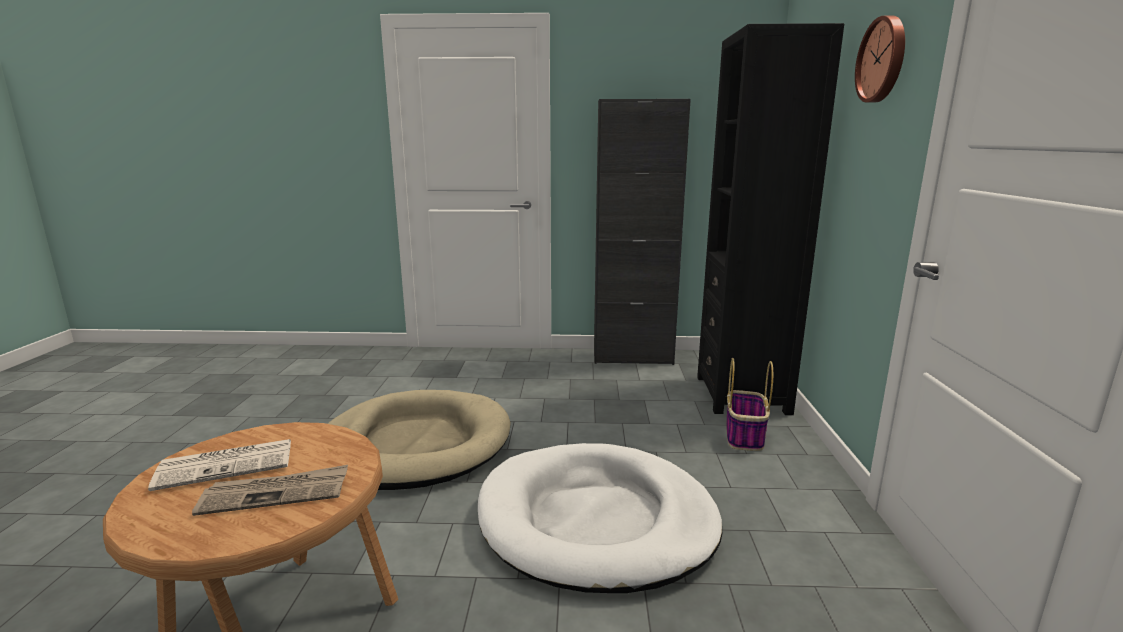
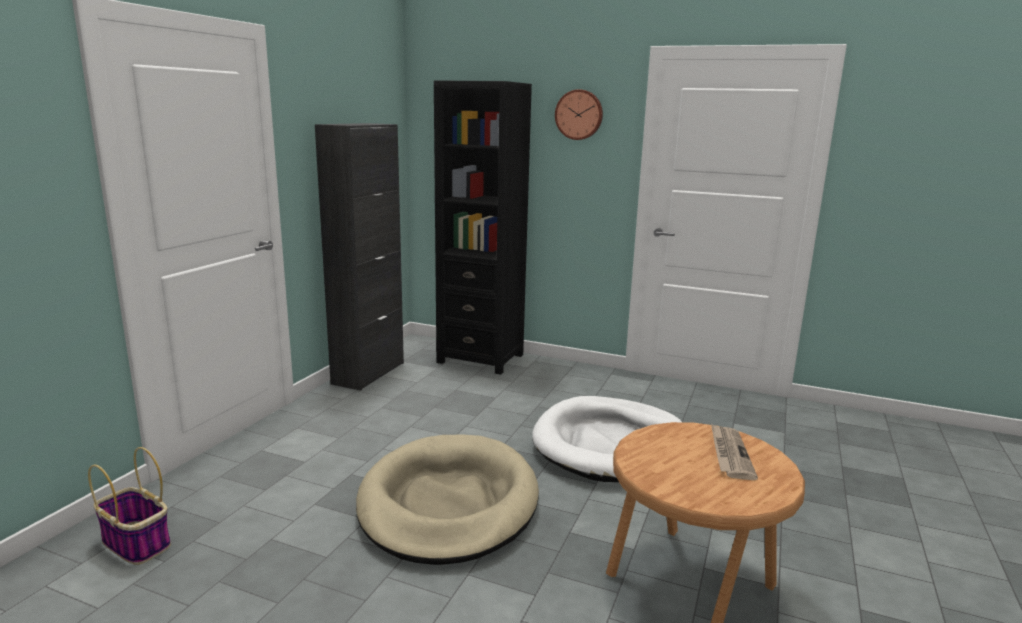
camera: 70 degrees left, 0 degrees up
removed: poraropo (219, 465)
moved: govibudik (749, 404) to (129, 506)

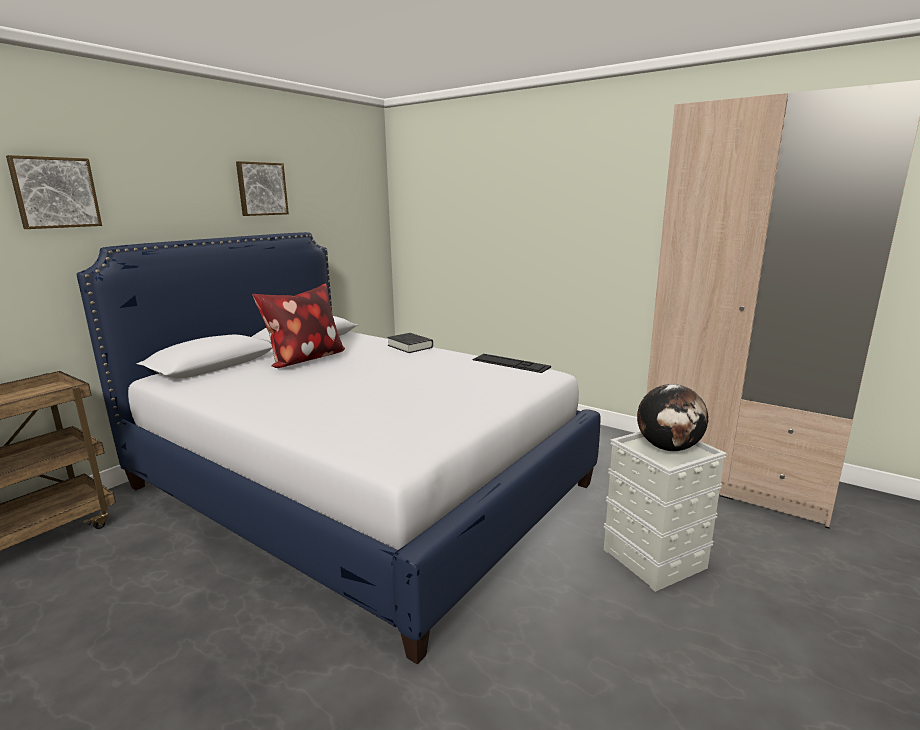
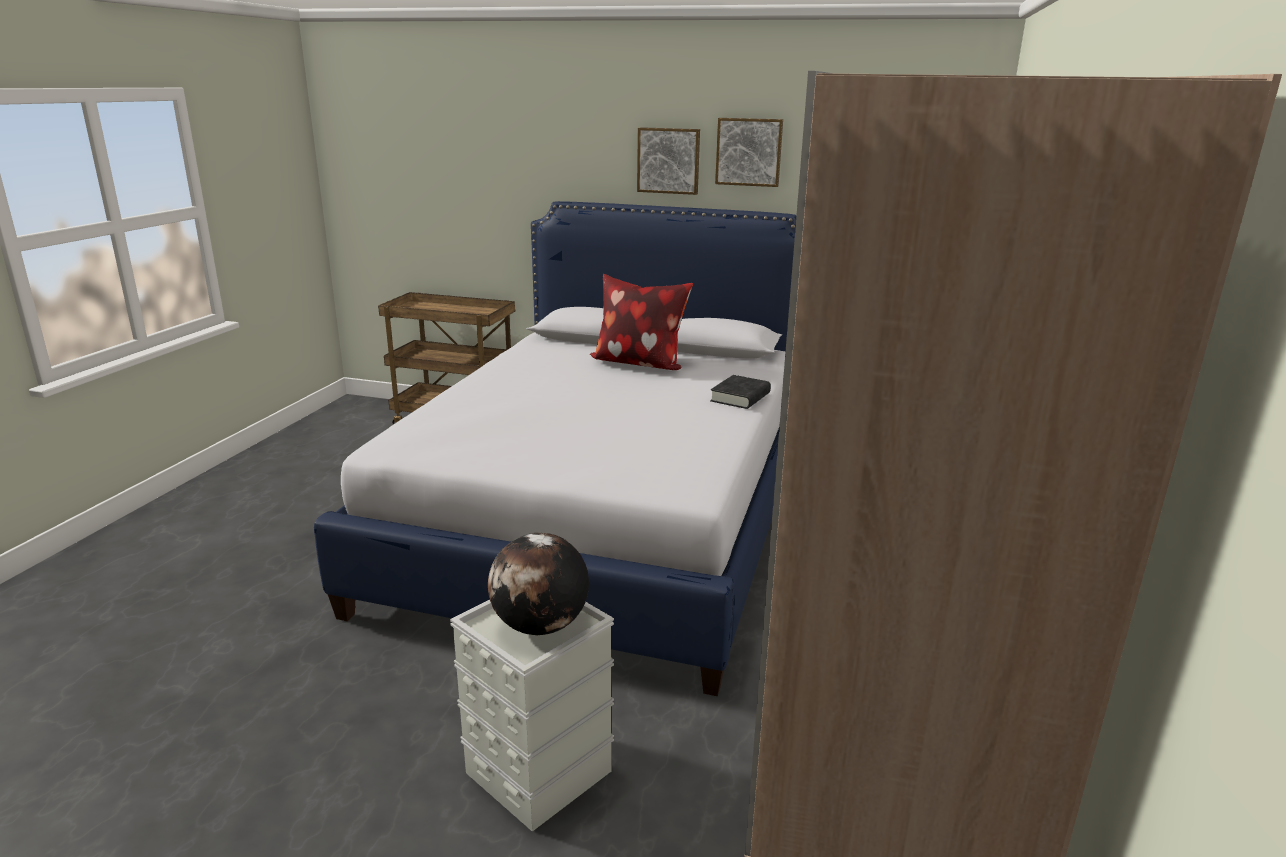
camera: 70 degrees right, 5 degrees up
removed: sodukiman (511, 363)
moved: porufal (54, 192) to (668, 161)

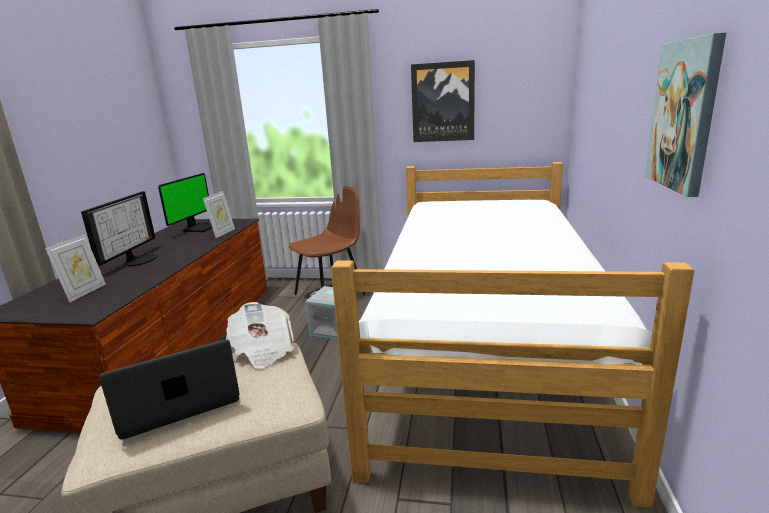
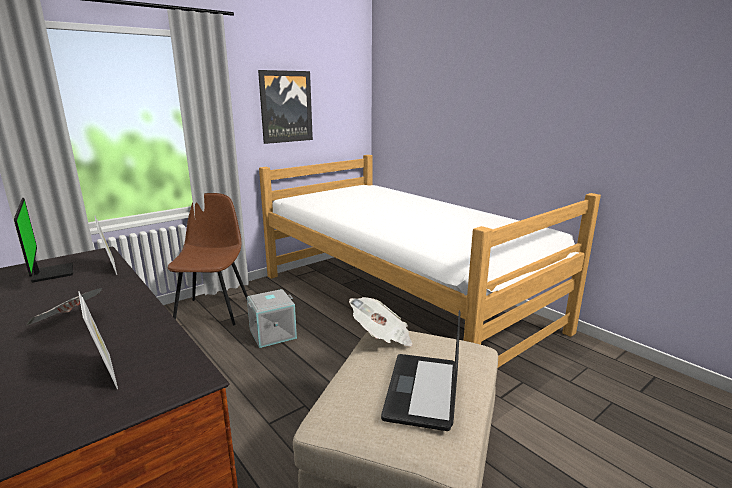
camera: 50 degrees left, 0 degrees up
removed: porufal (685, 114)
replaced: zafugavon (119, 228) to poraropo (64, 307)

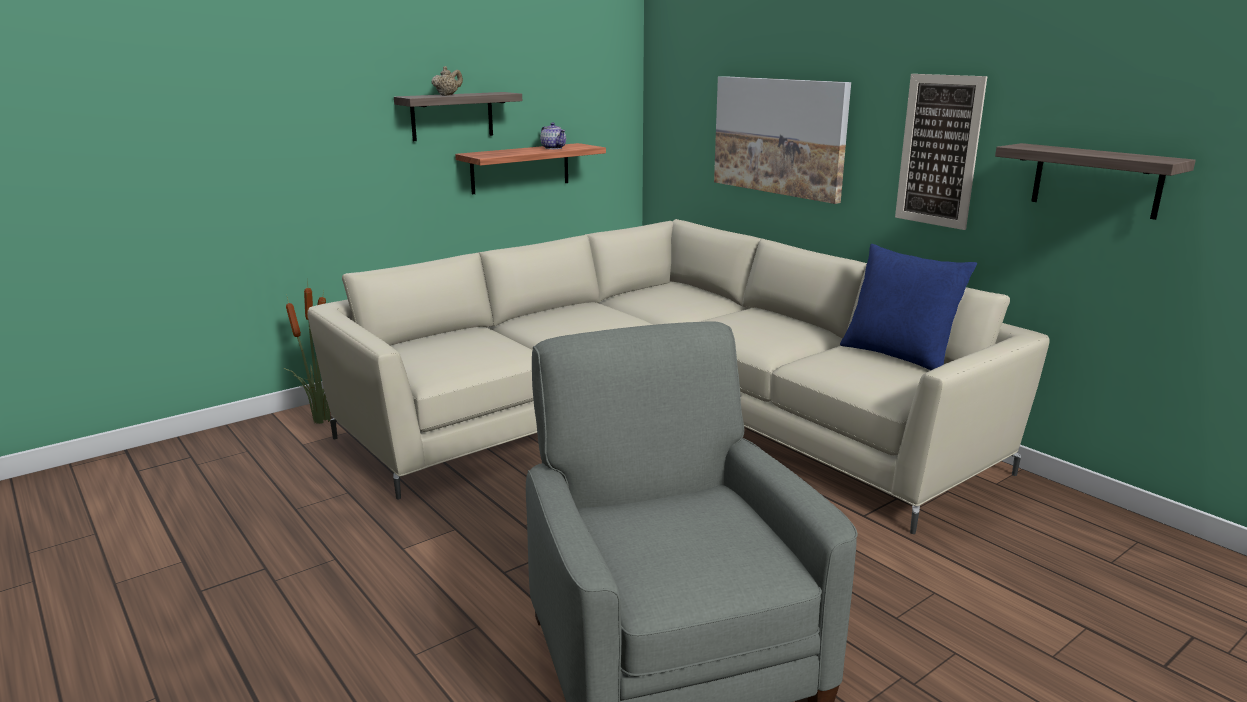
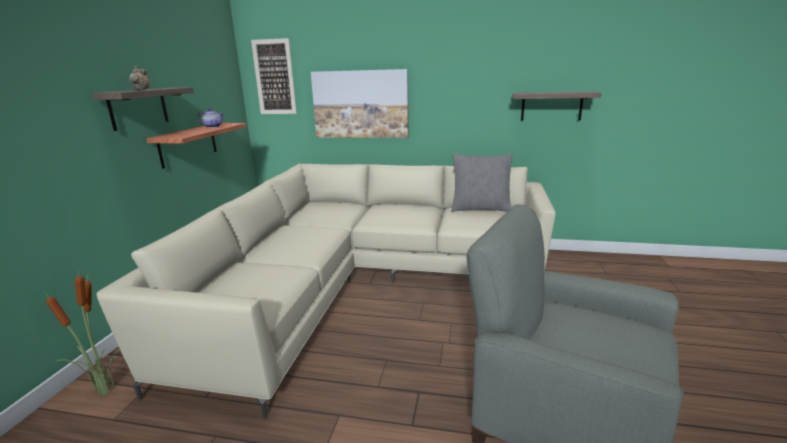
camera: 40 degrees left, 0 degrees up
moved: porufal (941, 152) to (274, 76)
recoloured: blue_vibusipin (908, 307) to grey_vibusipin (482, 182)

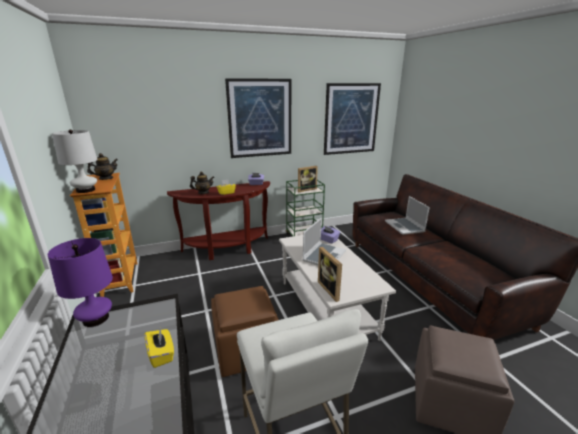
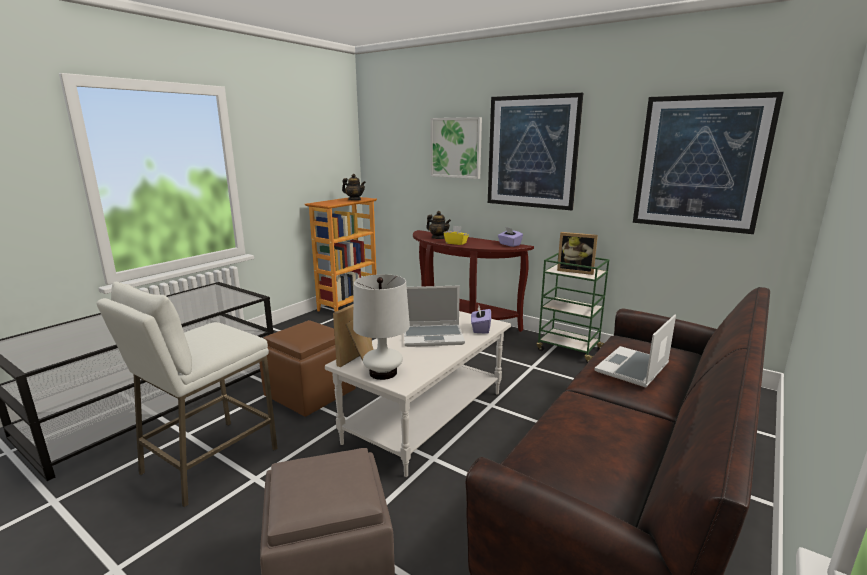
camera: 55 degrees right, 5 degrees down
removed: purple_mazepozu (80, 282); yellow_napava (159, 347)
added: porufal (456, 148)
moved: white_mazepozu (74, 161) to (381, 327)

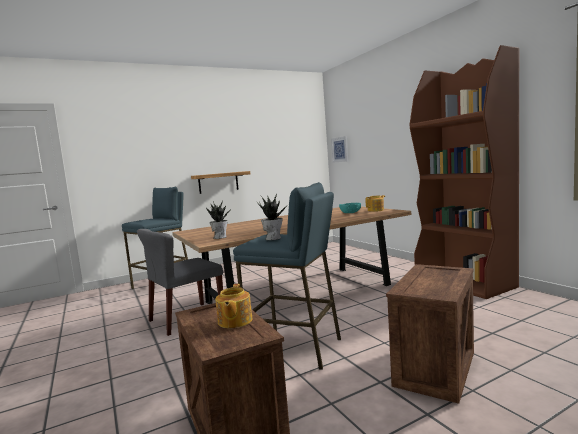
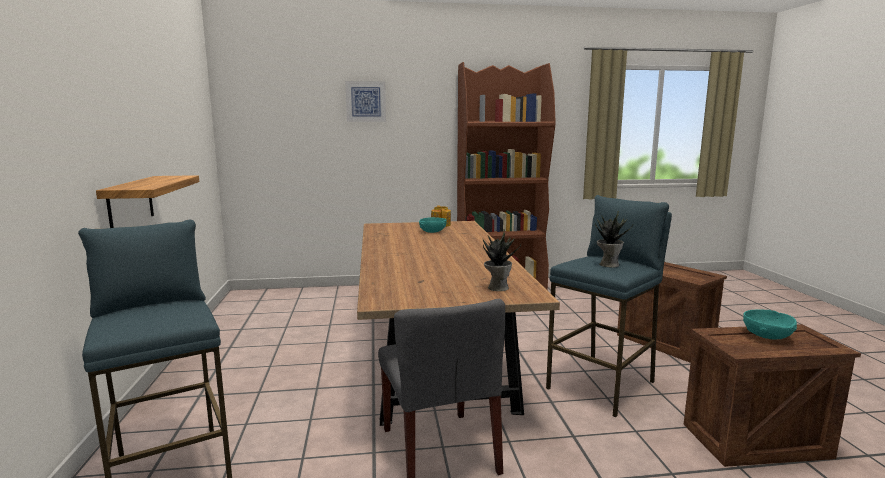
camera: 70 degrees left, 5 degrees up
moved: porufal (339, 149) to (365, 101)
replaced: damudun (234, 306) to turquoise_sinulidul (770, 324)

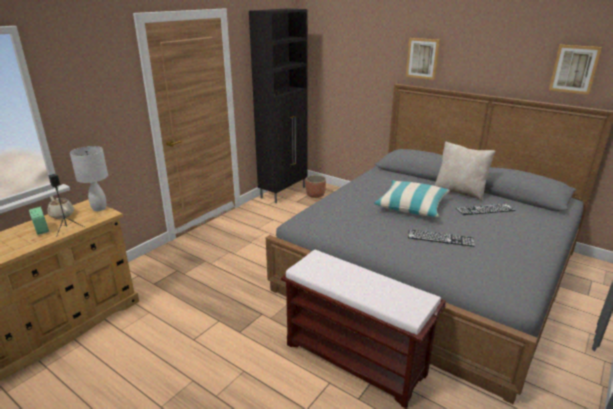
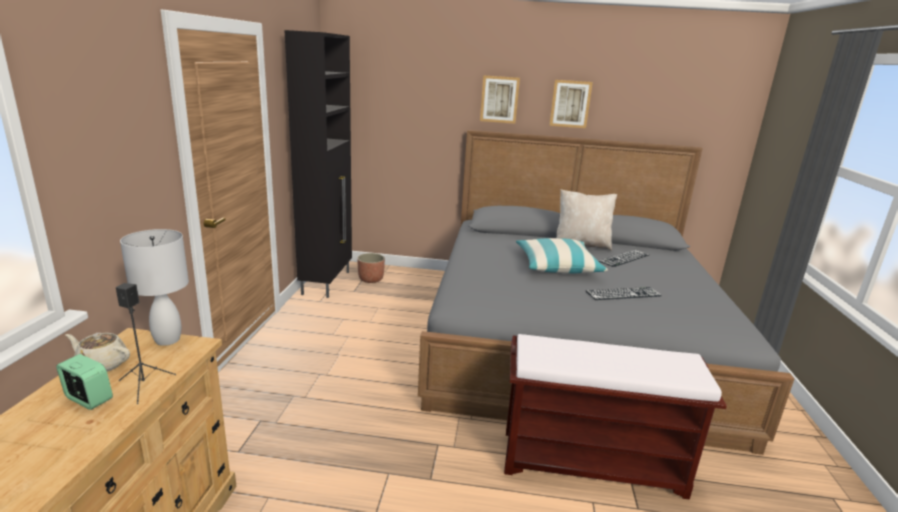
camera: 30 degrees left, 5 degrees down
moved: porufal (575, 70) to (571, 104)

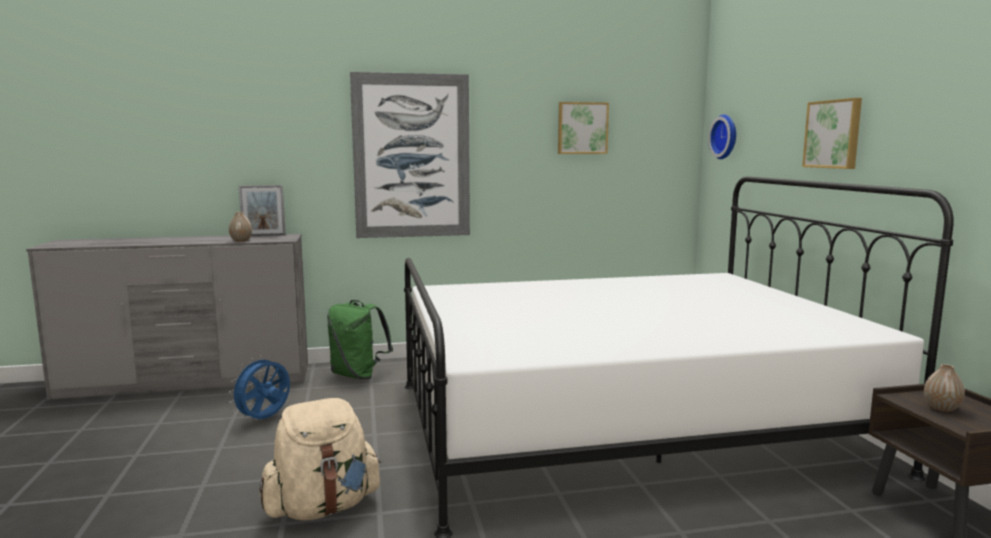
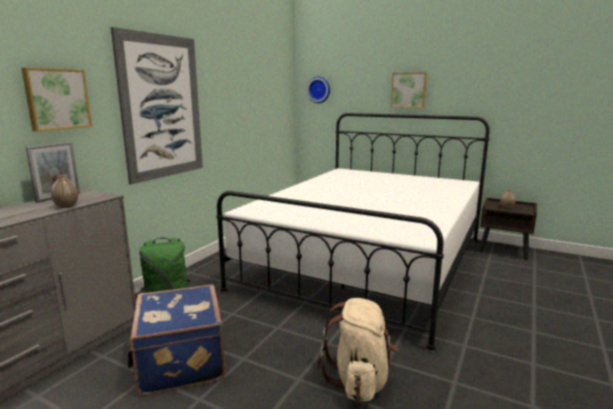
camera: 50 degrees left, 5 degrees up
moved: porufal (583, 128) to (56, 99)
replaced: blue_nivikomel (259, 387) to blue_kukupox (176, 339)

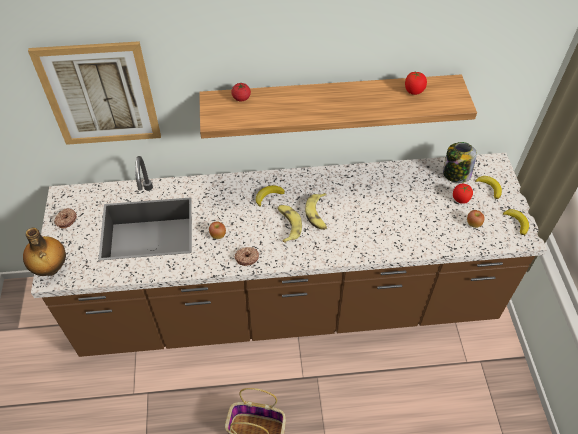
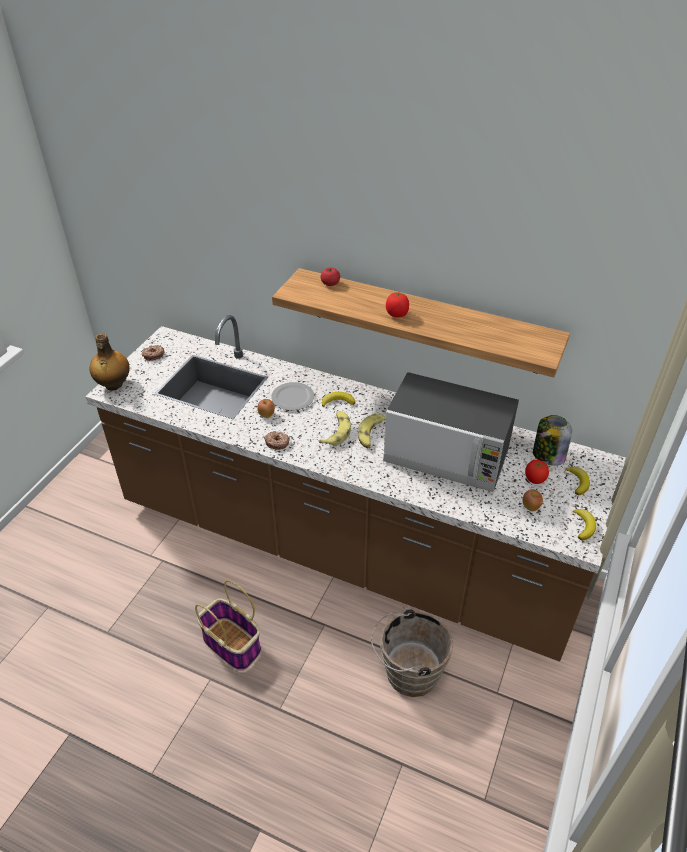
camera: 30 degrees right, 10 degrees down
removed: porufal (94, 93)
added: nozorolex (292, 396); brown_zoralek (412, 652); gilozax (451, 432)
moved: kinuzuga (416, 83) to (397, 304)

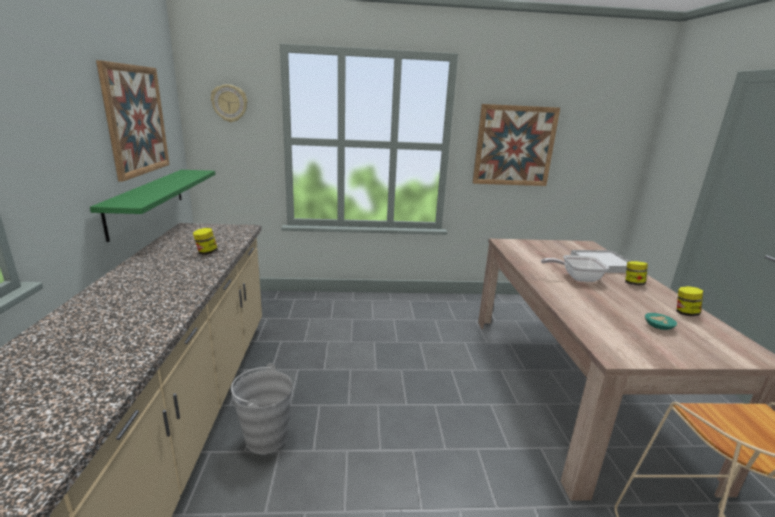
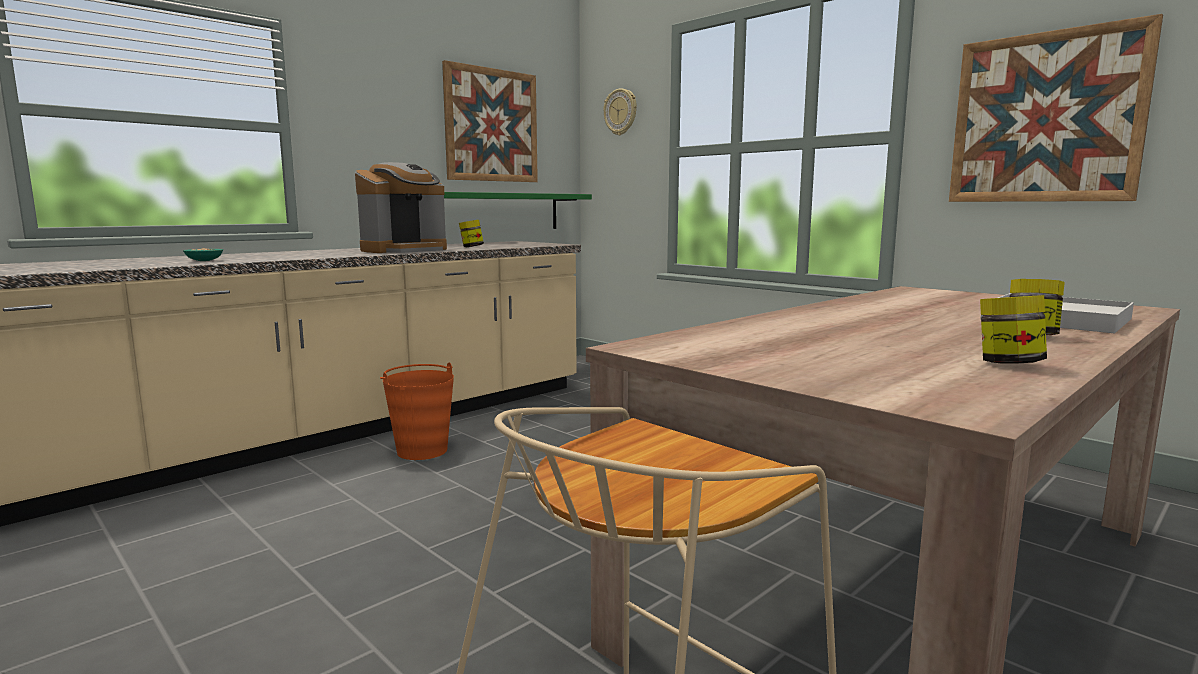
camera: 50 degrees right, 10 degrees down
removed: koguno (575, 268)
added: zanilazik (401, 207)
moved: turquoise_sinulidul (661, 321) to (203, 254)
recoloured: grey_zoralek (261, 408) to orange_zoralek (417, 411)

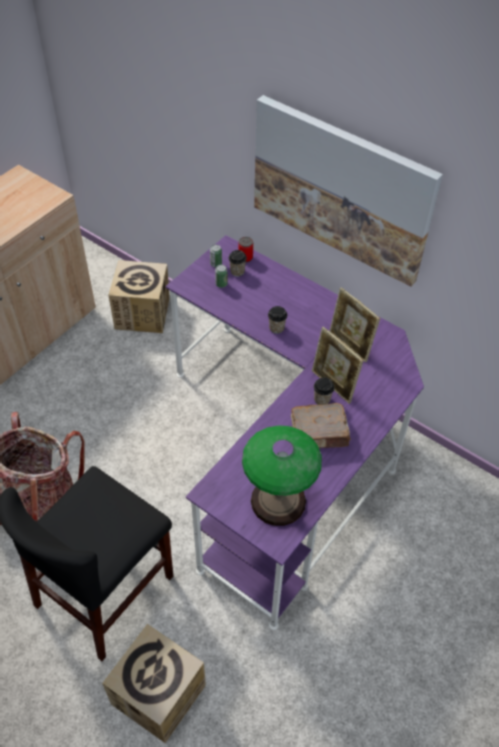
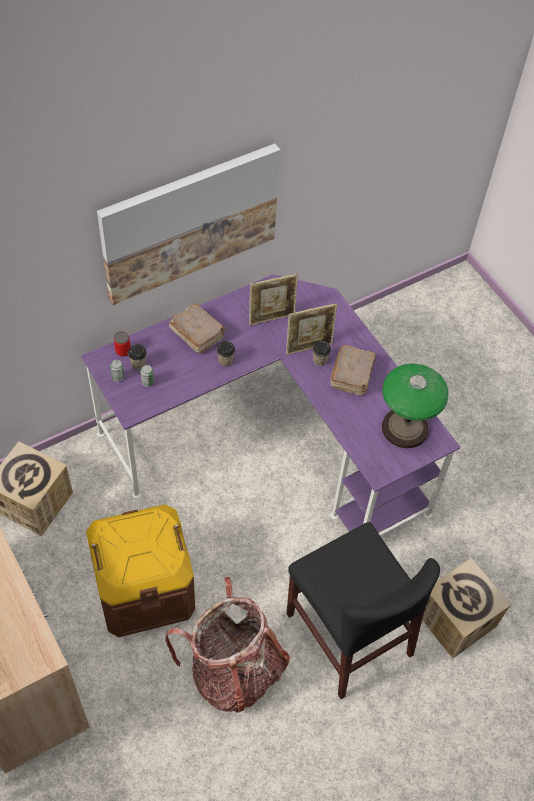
camera: 70 degrees left, 5 degrees up
added: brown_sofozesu (140, 570); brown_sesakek (197, 328)

